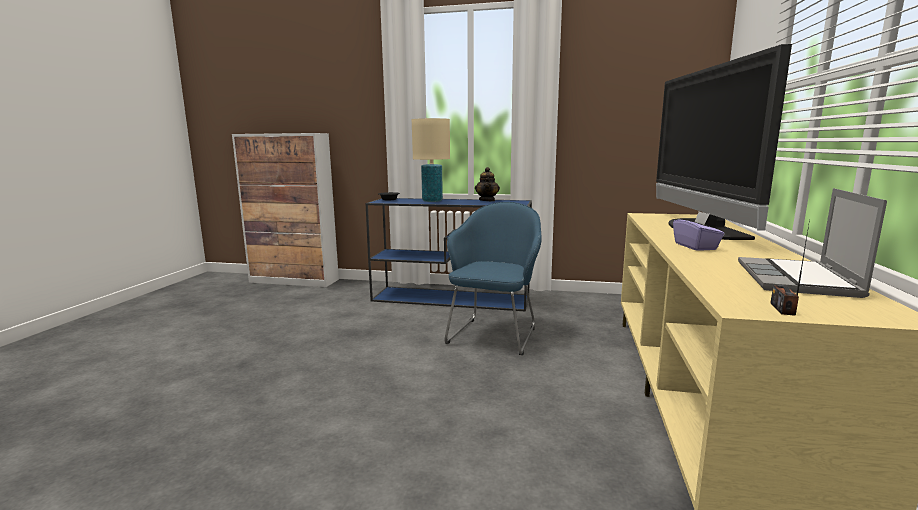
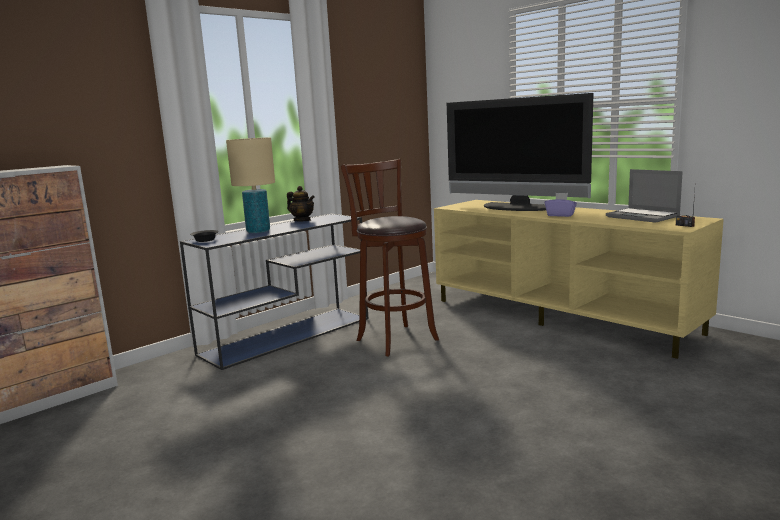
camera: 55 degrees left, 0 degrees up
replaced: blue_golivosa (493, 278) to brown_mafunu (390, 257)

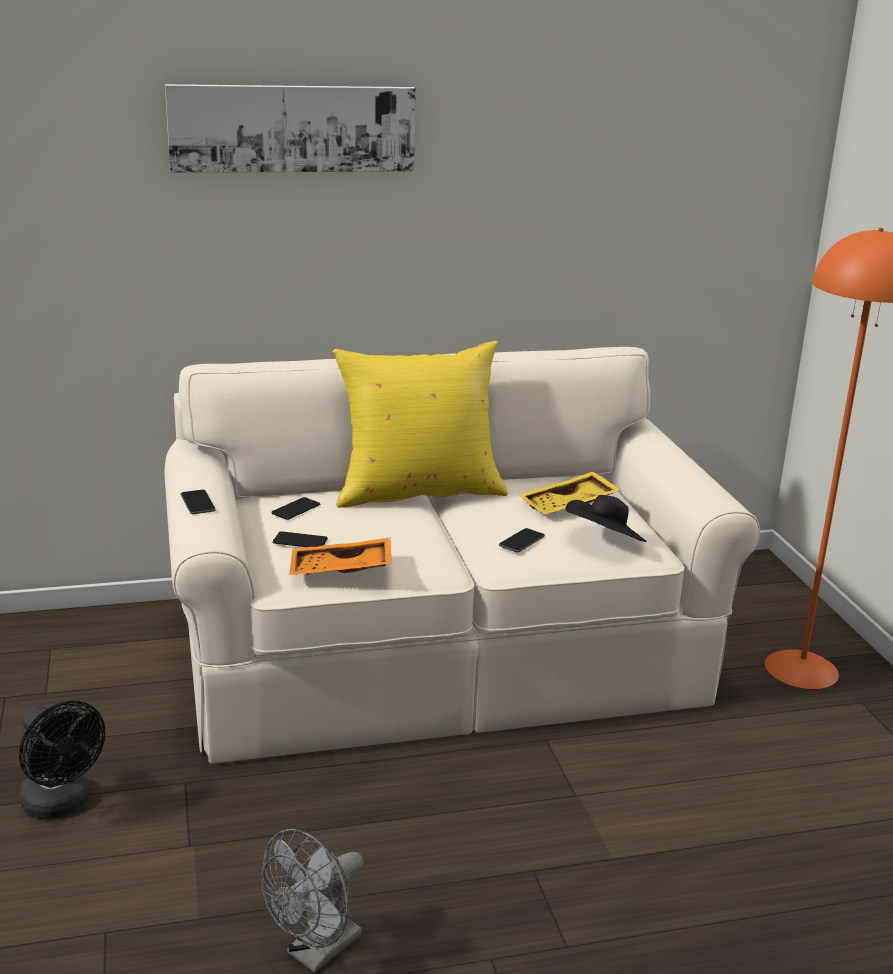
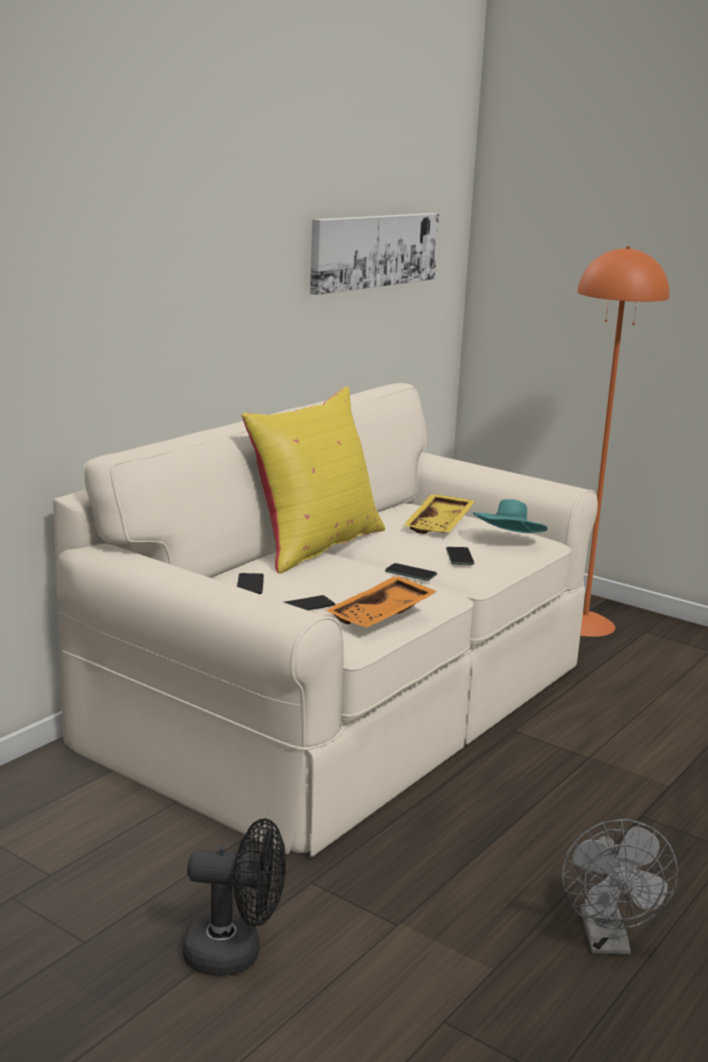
camera: 40 degrees left, 5 degrees down
moved: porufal (290, 128) to (374, 254); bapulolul (198, 502) to (411, 572)
recoloured: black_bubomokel (606, 518) to turquoise_bubomokel (510, 516)

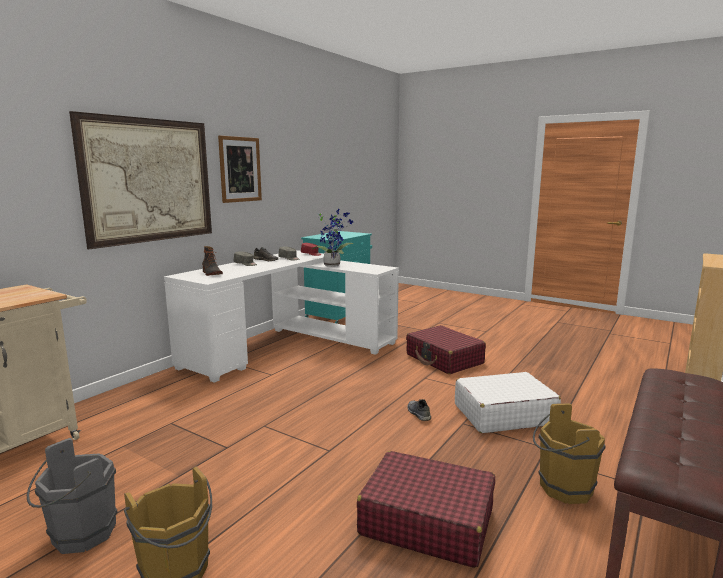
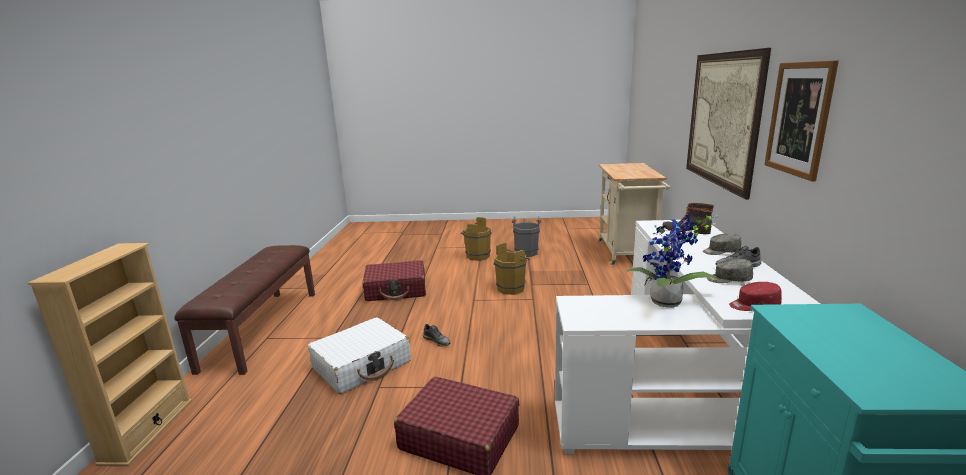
camera: 150 degrees right, 5 degrees up
moved: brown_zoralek (569, 453) to (512, 268)

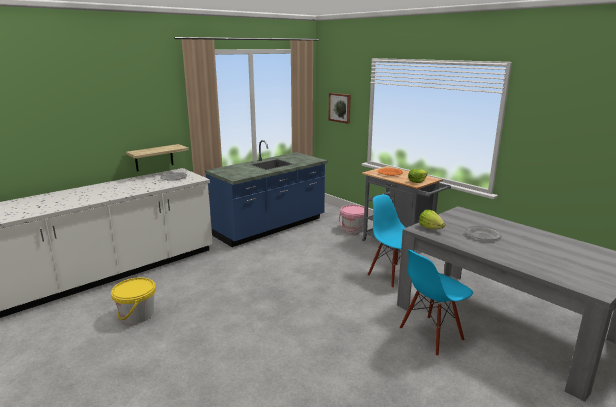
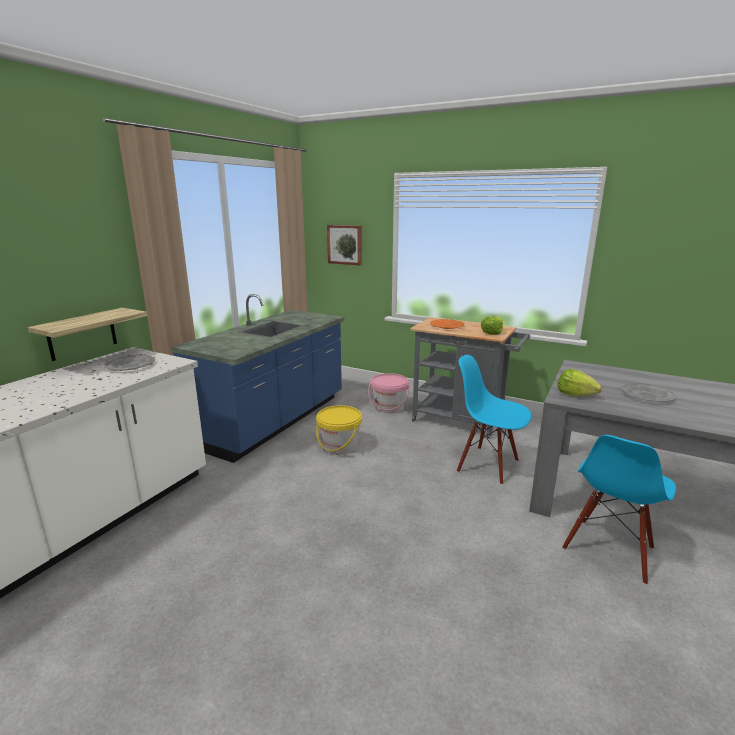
camera: 20 degrees left, 0 degrees up
moved: yellow_zoralek (133, 300) to (339, 430)

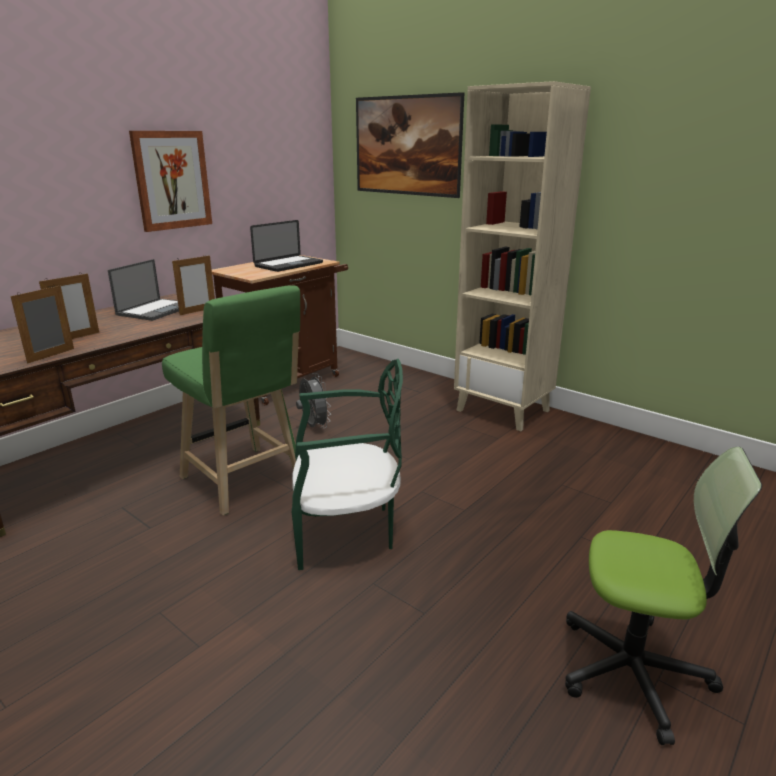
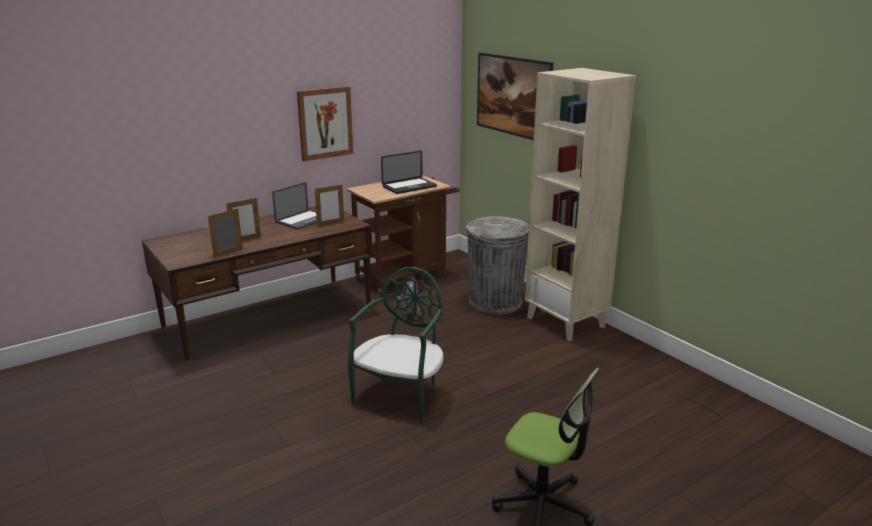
camera: 15 degrees right, 0 degrees up
removed: green_mafunu (231, 400)
added: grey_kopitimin (497, 265)
turned: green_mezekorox (347, 464) = (396, 344) 75 degrees counterclockwise

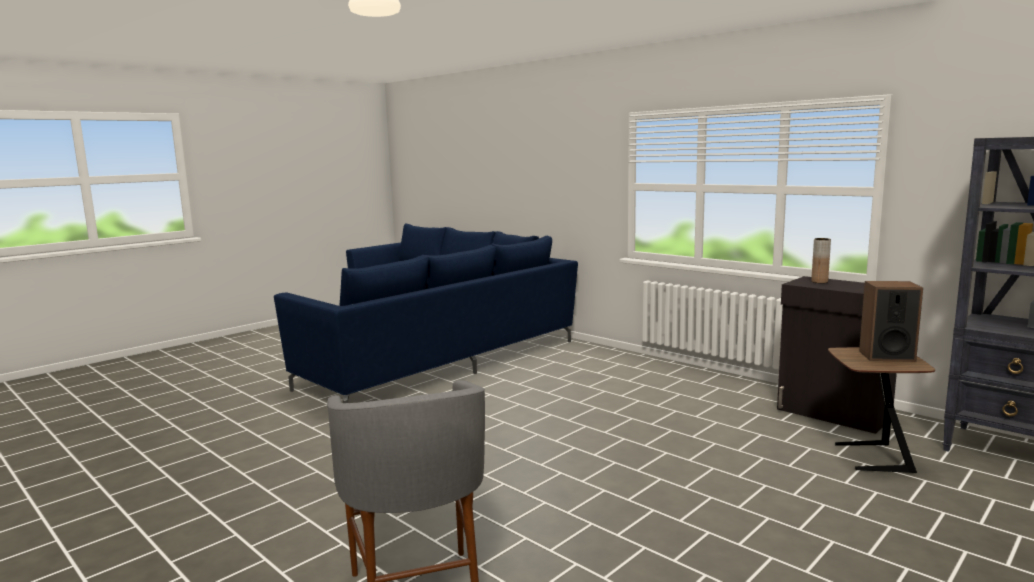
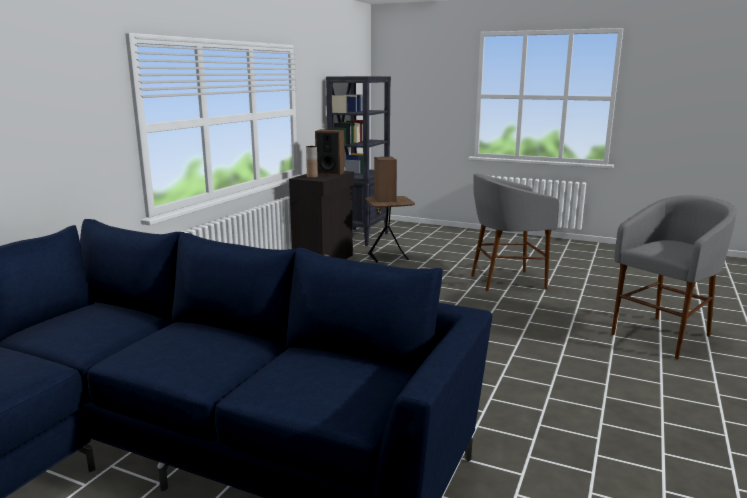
camera: 110 degrees left, 5 degrees up
added: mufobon (330, 152); grey_mafunu (515, 232)

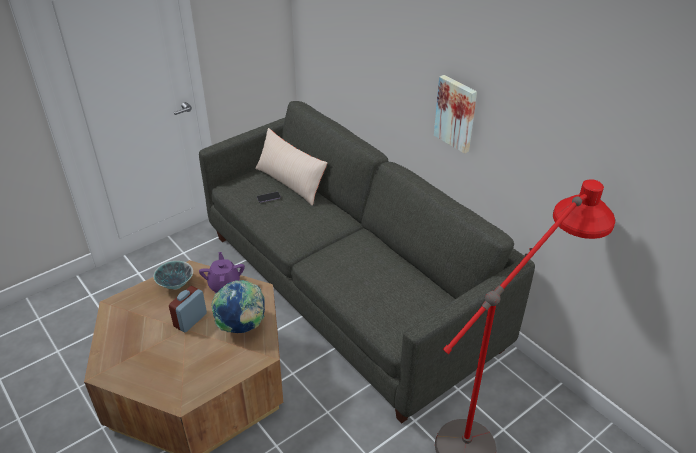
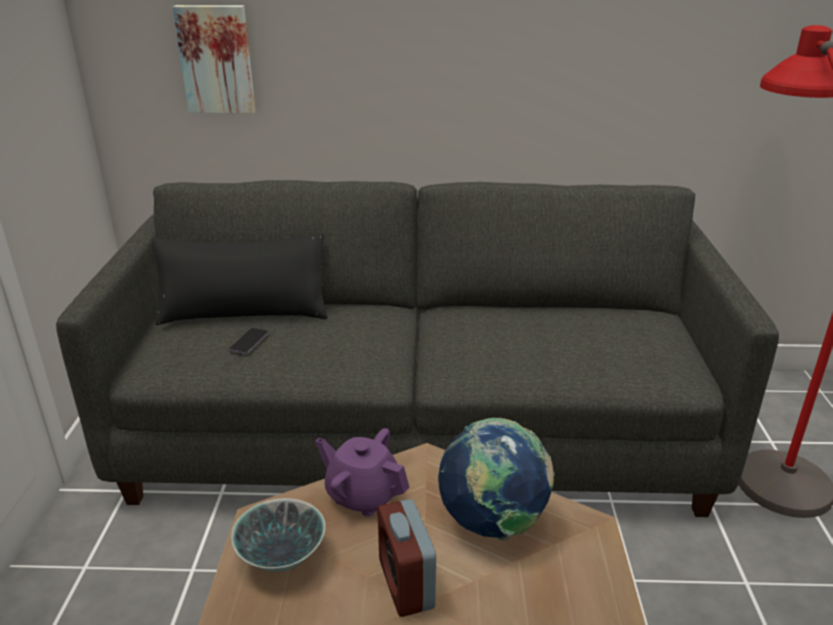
camera: 50 degrees left, 10 degrees down
moved: porufal (455, 114) to (214, 59)
recoloured: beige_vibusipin (291, 167) to black_vibusipin (239, 279)

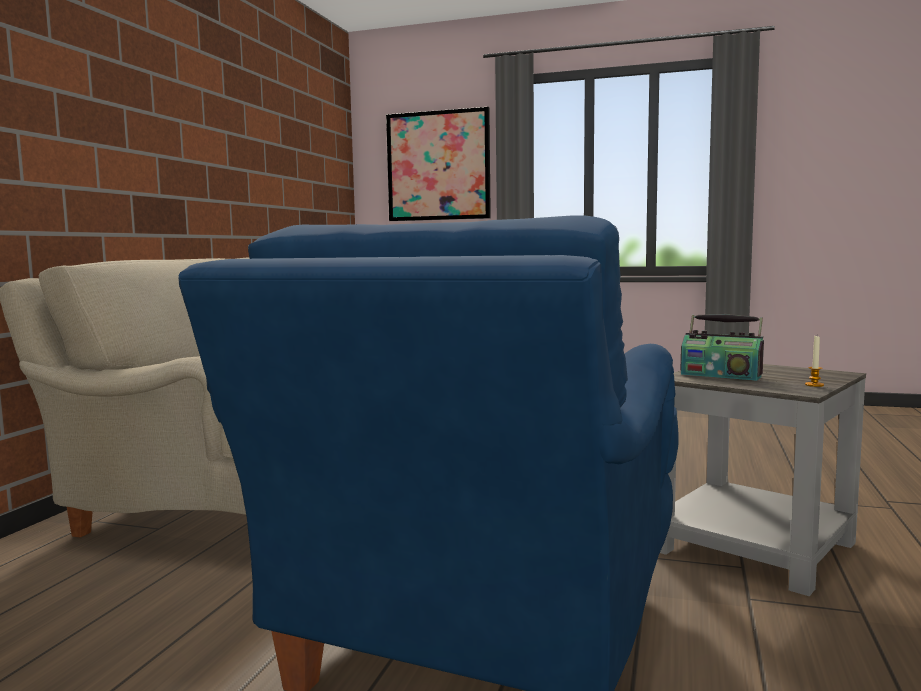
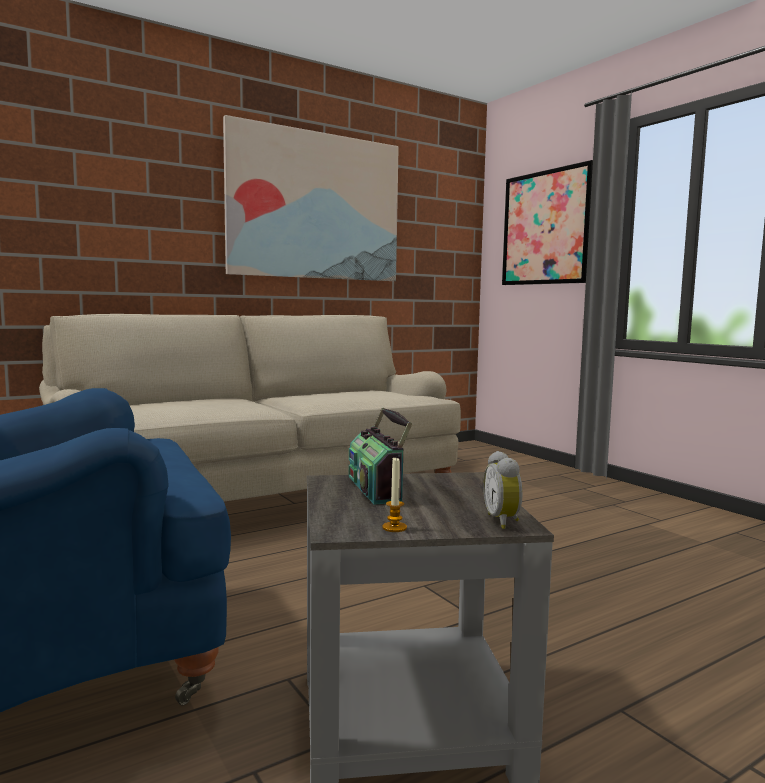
camera: 40 degrees right, 0 degrees up
added: porufal (311, 198); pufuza (503, 490)

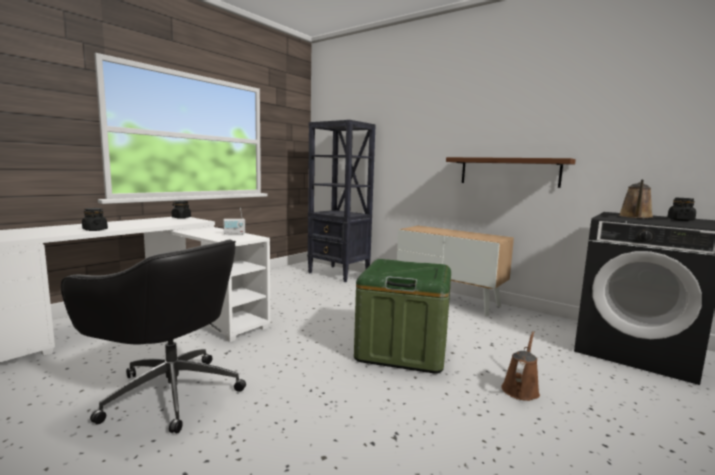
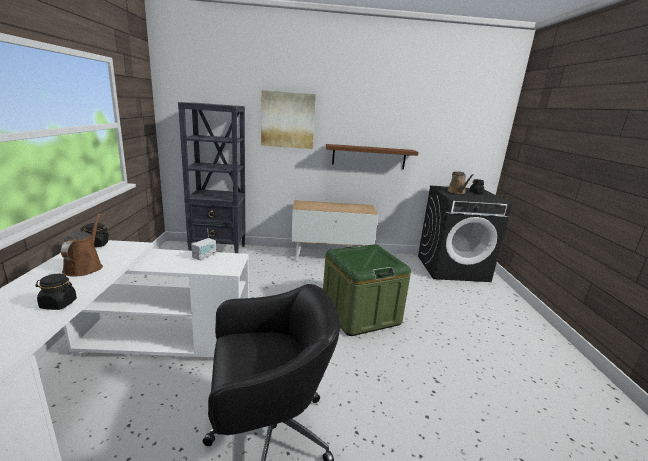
camera: 40 degrees left, 10 degrees up
added: porufal (288, 119)
moved: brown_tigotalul (520, 366) to (82, 245)

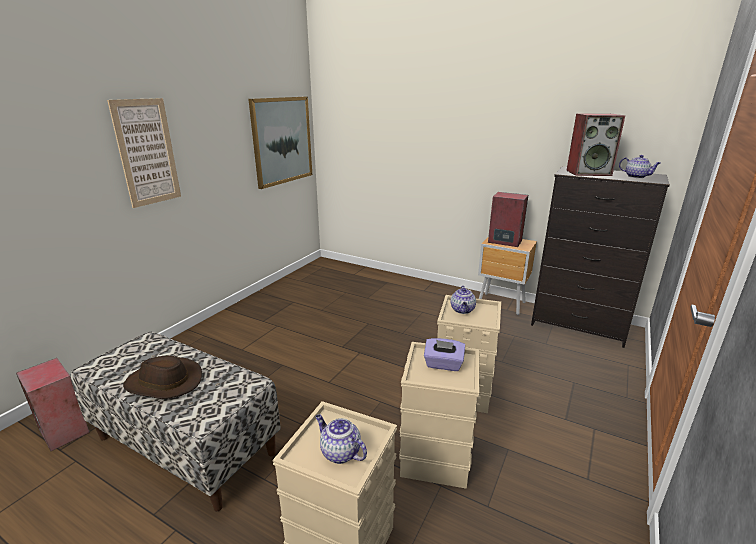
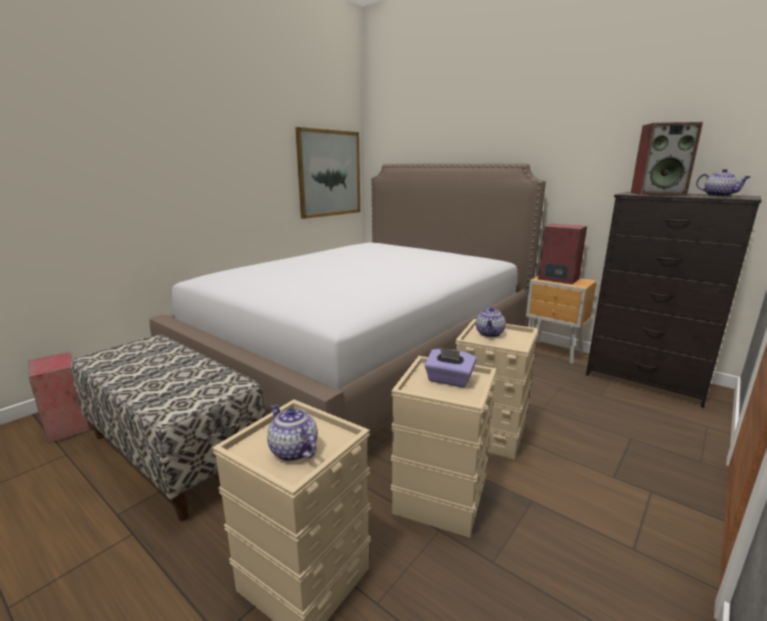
camera: 10 degrees right, 5 degrees down
removed: porufal (144, 153); brown_bubomokel (162, 377)
added: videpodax (348, 299)

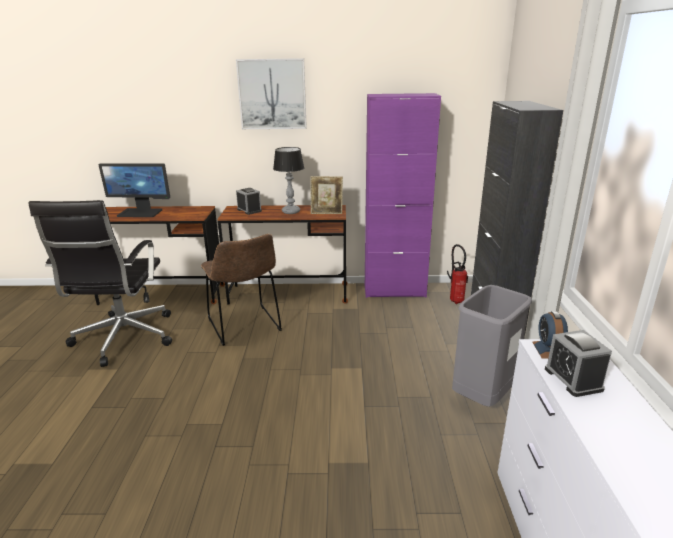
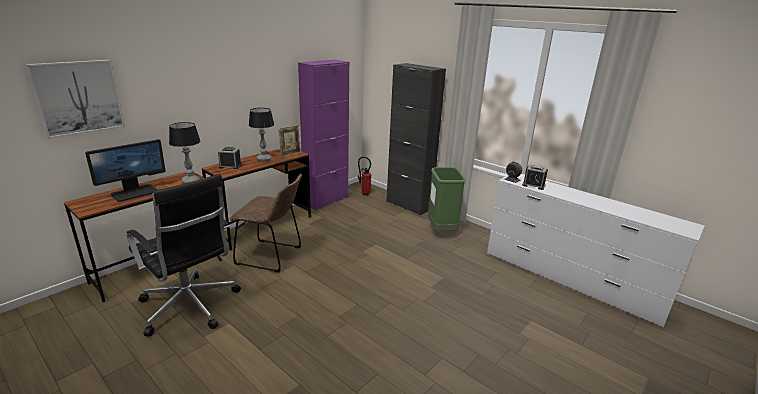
camera: 50 degrees left, 0 degrees up
added: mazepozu (185, 153)
moved: porufal (271, 93) to (75, 99)
recoloured: grey_kopitimin (492, 346) to green_kopitimin (447, 199)

